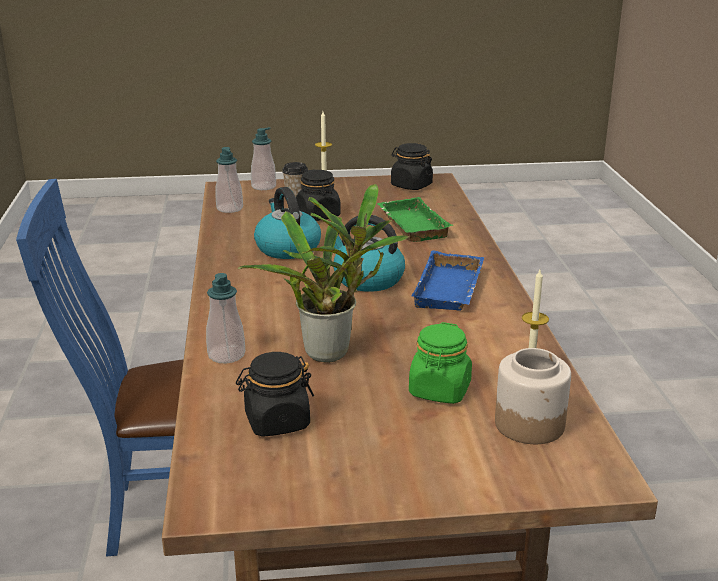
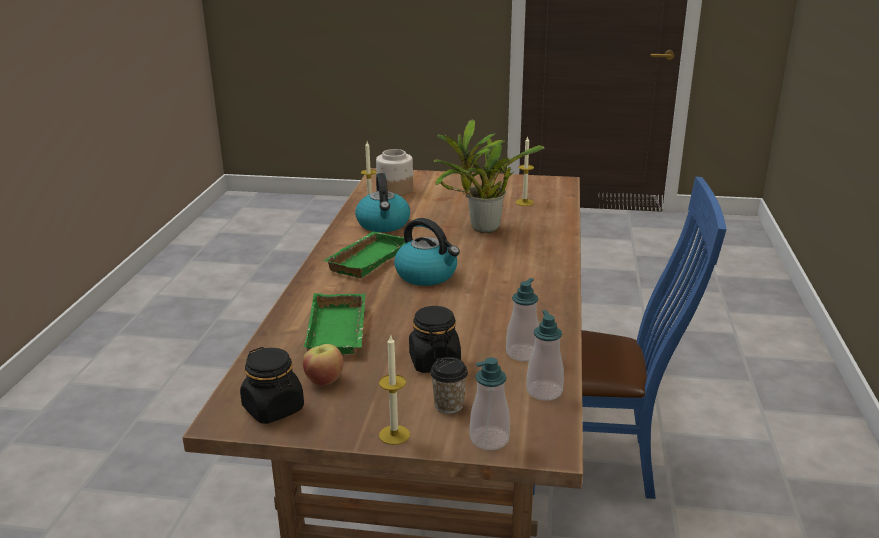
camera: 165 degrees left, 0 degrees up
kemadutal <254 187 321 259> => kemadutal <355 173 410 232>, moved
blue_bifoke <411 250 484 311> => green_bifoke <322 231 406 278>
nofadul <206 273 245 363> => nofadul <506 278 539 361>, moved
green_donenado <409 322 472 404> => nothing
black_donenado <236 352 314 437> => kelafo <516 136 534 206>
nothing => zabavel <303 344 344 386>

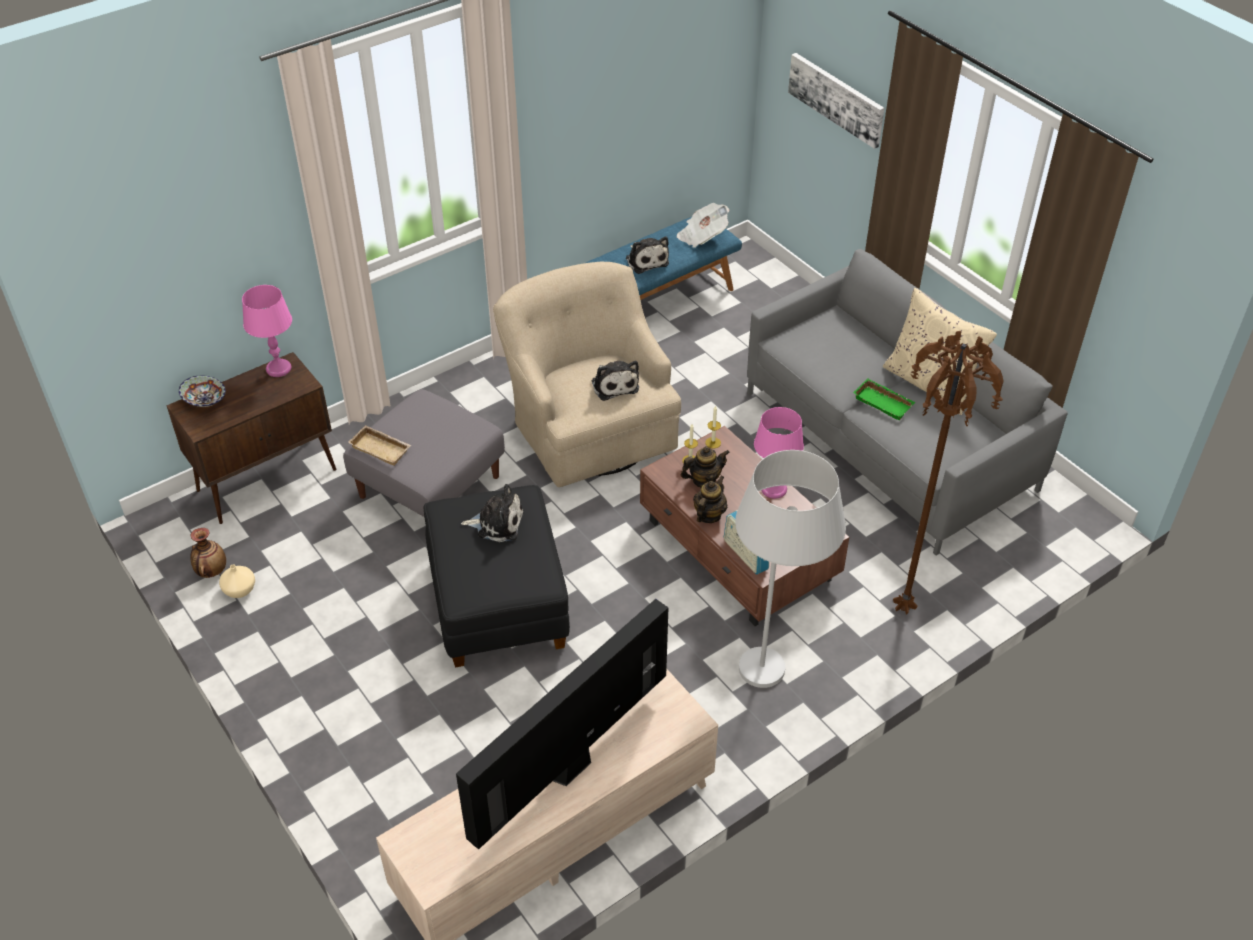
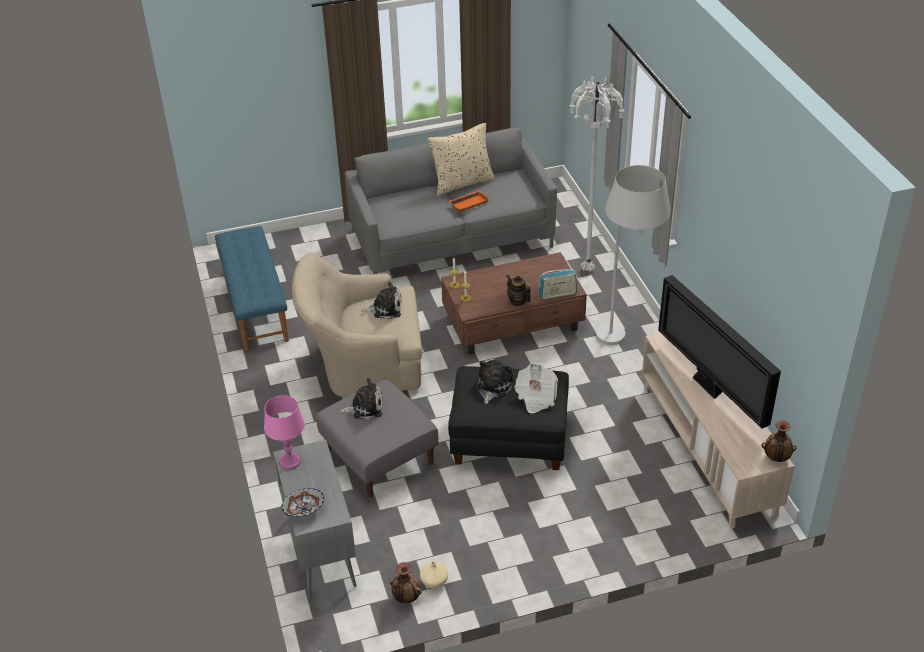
camera: 70 degrees left, 5 degrees down
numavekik <788 53 885 149> => nothing
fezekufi <677 203 730 248> => fezekufi <514 363 558 414>, moved
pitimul <626 236 669 274> => pitimul <340 378 383 419>, moved
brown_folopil <893 331 1004 615> => white_folopil <569 77 625 272>
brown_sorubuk <166 352 336 524> => grey_sorubuk <273 440 357 599>
green_bifoke <853 378 916 420> => orange_bifoke <449 190 489 212>
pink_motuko <754 407 804 499> => nothing
beige_bifoke <348 425 411 466> => nothing
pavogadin <681 446 730 488> => nothing
nothing => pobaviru <761 420 796 462>

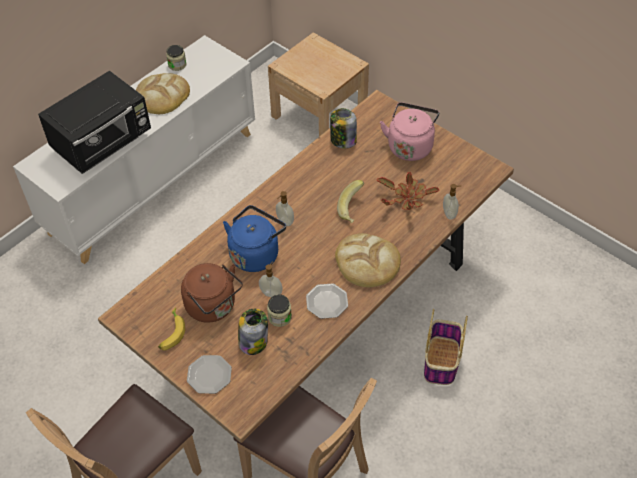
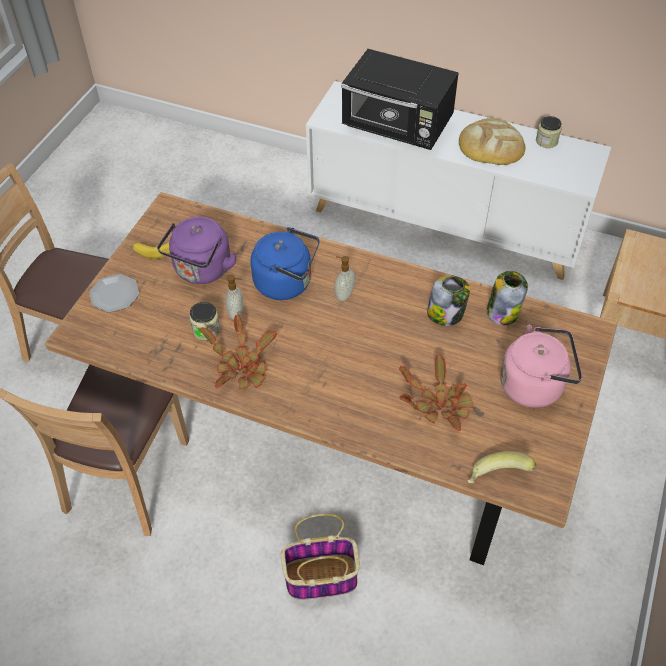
camera: 70 degrees right, 0 degrees up
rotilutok <337 180 364 223> => rotilutok <468 451 536 483>, moved
nofadul <443 184 462 220> => nothing
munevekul <335 233 401 288> => nothing
brown_kemadutal <181 263 243 323> => purple_kemadutal <157 217 237 284>
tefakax <306 284 348 319> => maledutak <200 314 278 389>
donenado <238 309 268 355> => donenado <427 275 470 326>, moved

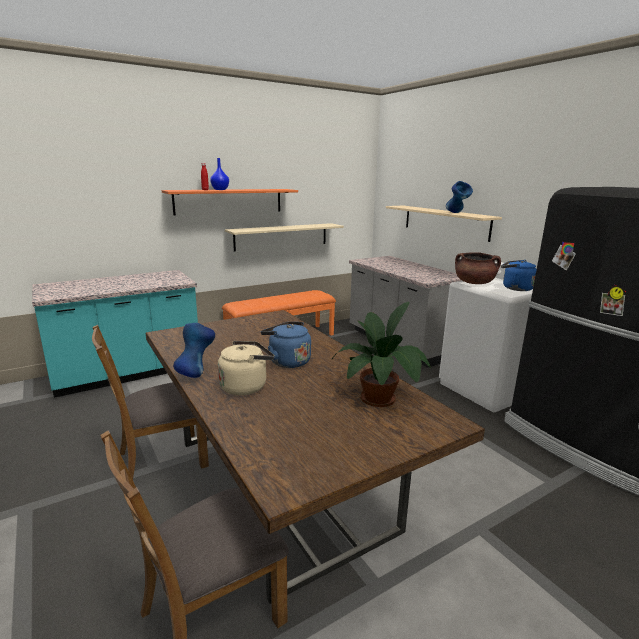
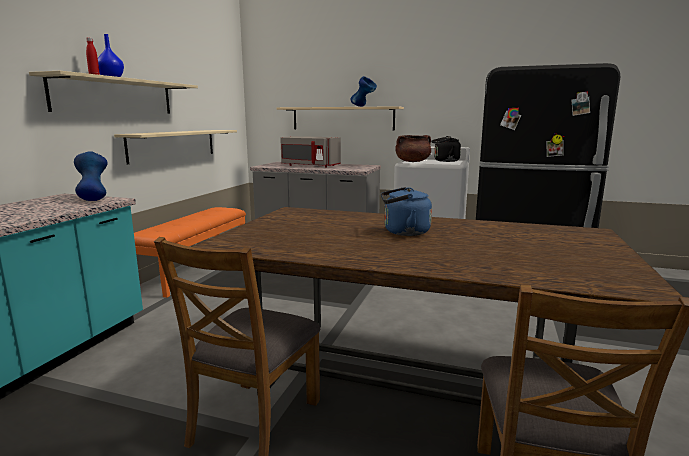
camera: 40 degrees left, 5 degrees down
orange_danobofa <162 189 298 216> => beige_danobofa <29 71 198 113>
blue_kemadutal <501 260 537 291> => black_kemadutal <431 136 461 162>
maledutak <332 302 431 407> => nothing
blue_pobaviru <173 323 215 378> => blue_pobaviru <74 151 108 201>, moved
beige_kemadutal <218 341 274 395> => nothing
nothing => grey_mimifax <280 136 341 168>

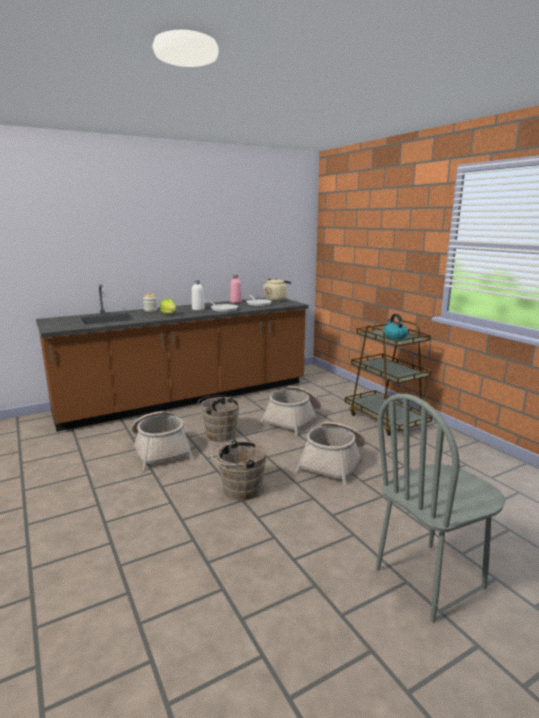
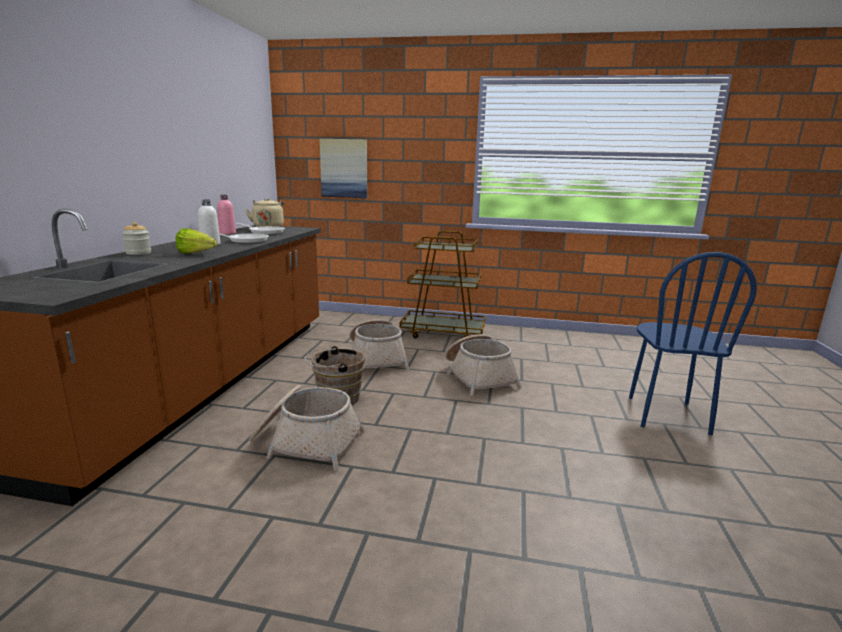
camera: 50 degrees left, 0 degrees up
kemadutal <383 314 408 339> => nothing
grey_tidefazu <376 394 505 623> => blue_tidefazu <629 252 757 435>
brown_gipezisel <211 440 267 500> => nothing
nothing => numavekik <320 139 367 198>

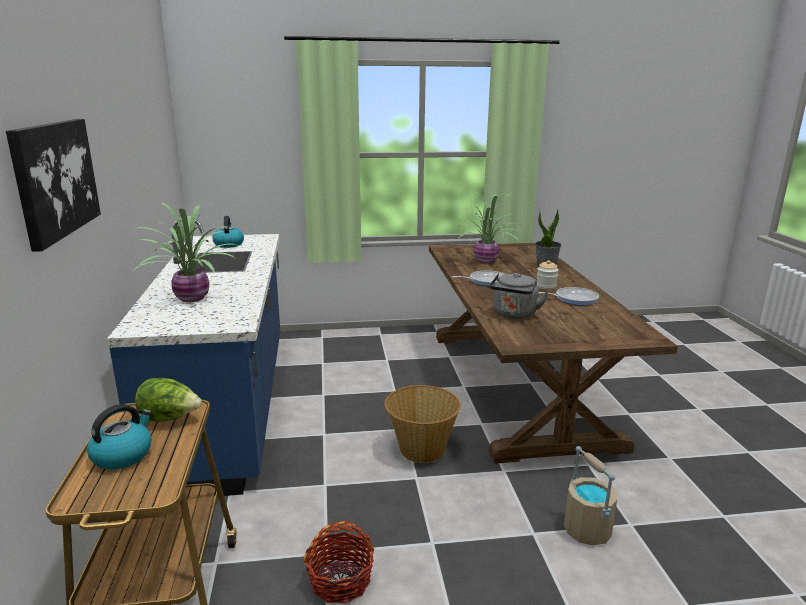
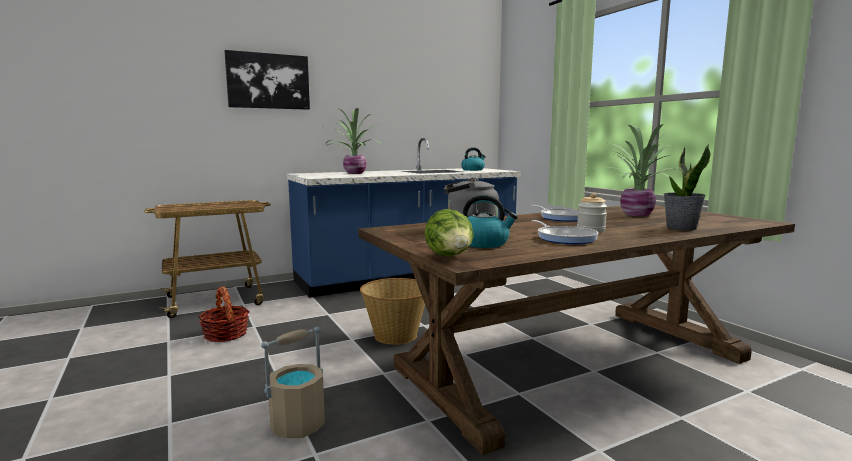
camera: 70 degrees right, 10 degrees down
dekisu <135 378 202 422> => dekisu <425 209 474 257>, moved
kemadutal <87 404 152 470> => kemadutal <463 195 518 248>, moved

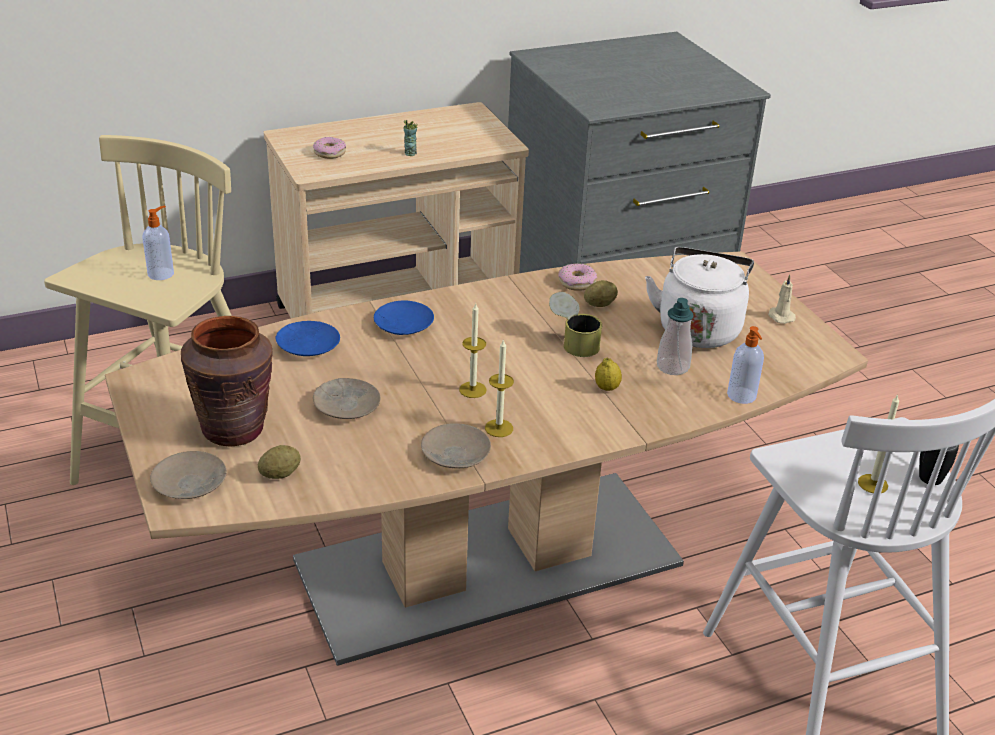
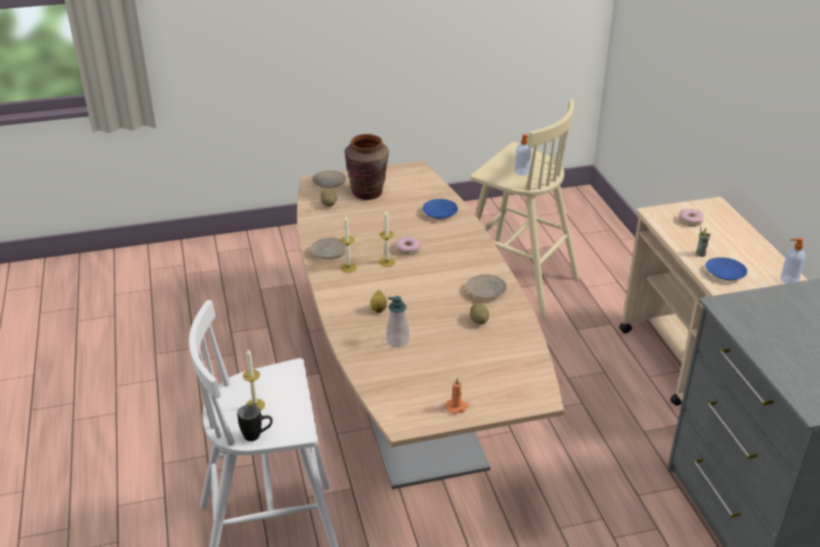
camera: 100 degrees right, 0 degrees up
white_kemadutal <645 247 754 348> => nothing
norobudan <558 263 597 291> => norobudan <395 236 421 255>, moved
beige_kelafo <768 275 796 324> => orange_kelafo <445 377 469 414>
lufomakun <549 292 602 357> => nothing
blue_tefakax <374 300 434 335> => blue_tefakax <706 257 747 280>, moved
nofadul <727 326 764 404> => nofadul <780 238 806 284>, moved
beige_tefakax <313 378 381 419> => beige_tefakax <466 274 507 299>, moved

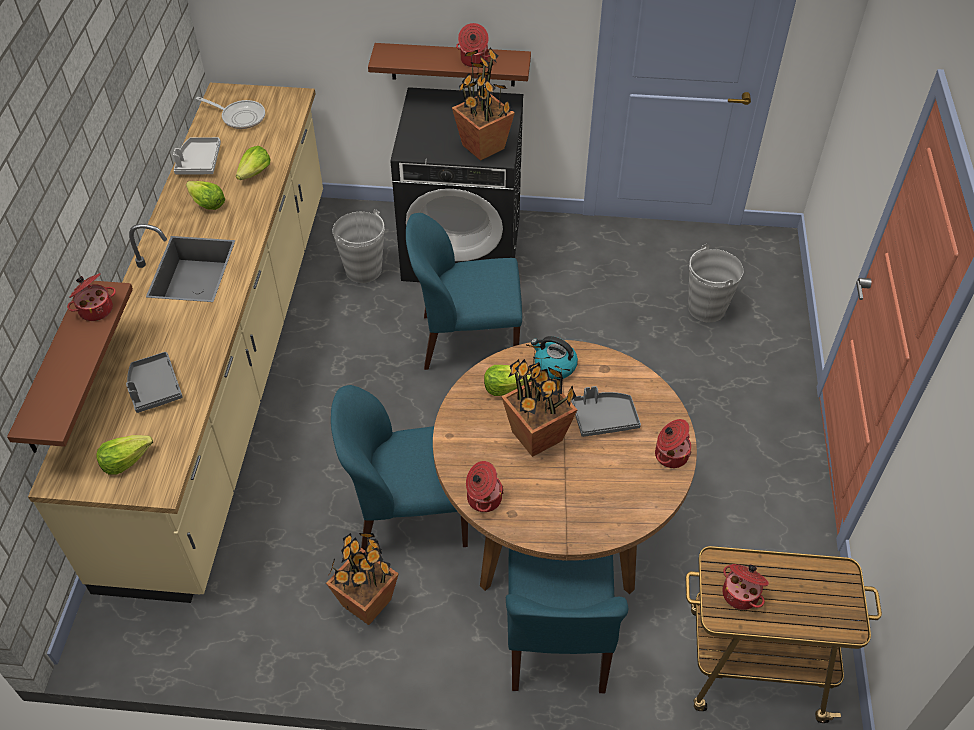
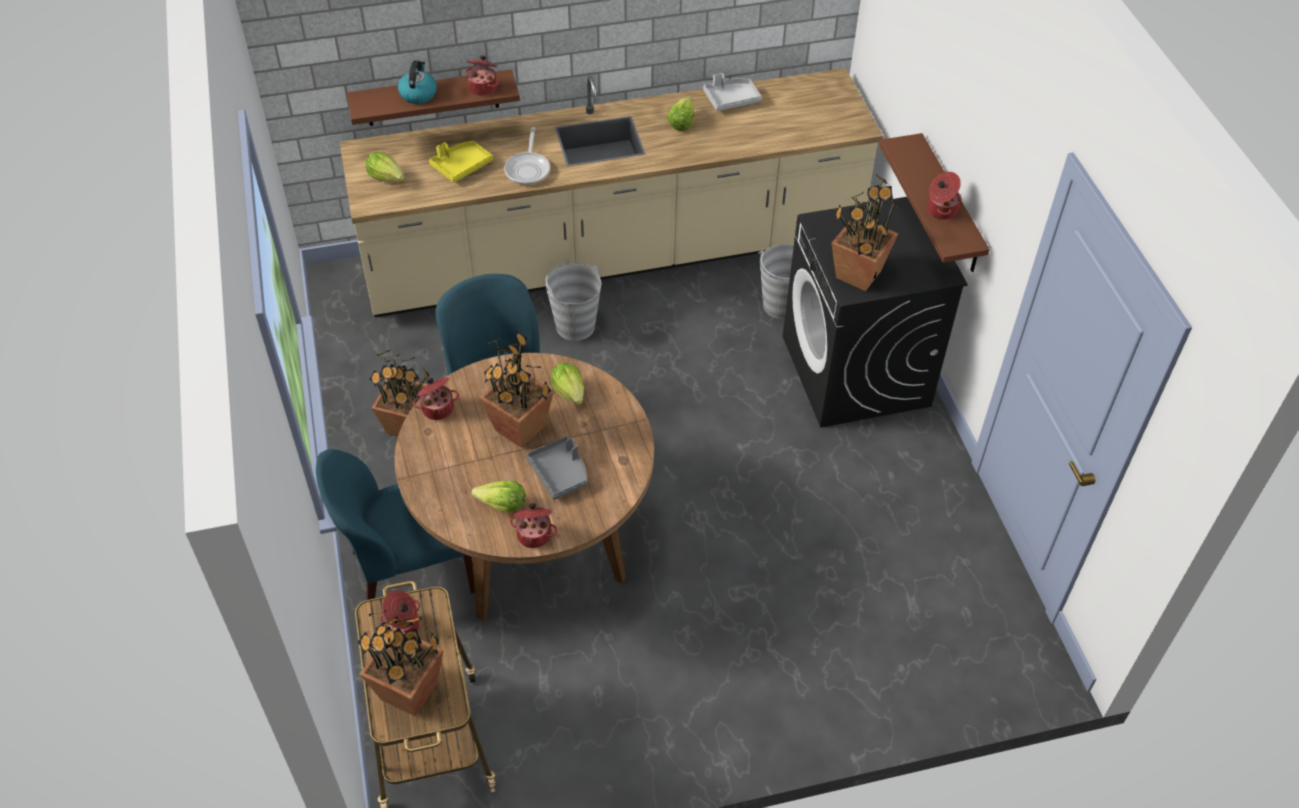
camera: 70 degrees right, 0 degrees up
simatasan <196 97 265 129> => simatasan <504 127 550 185>, moved
dekisu <236 146 270 180> => dekisu <471 481 526 512>, moved
blue_tidefazu <406 213 522 370> => nothing
grey_gipezisel <688 244 743 323> => grey_gipezisel <546 261 601 341>, moved
kemadutal <531 336 578 379> => kemadutal <398 60 437 104>, moved
grey_bifoke <126 352 183 413> => yellow_bifoke <429 141 493 183>
nothing => maledutak <358 610 444 717>

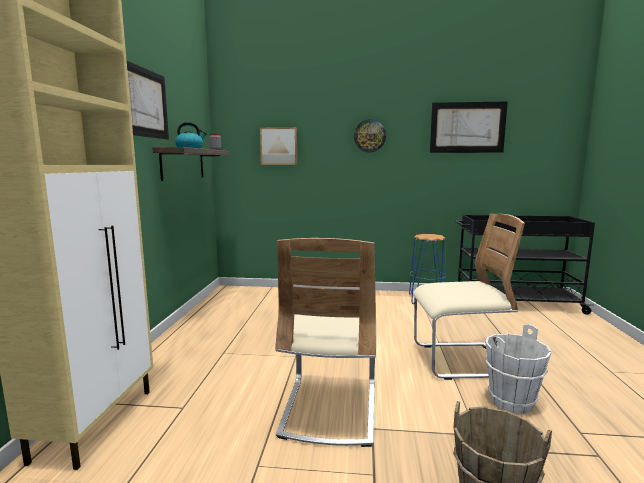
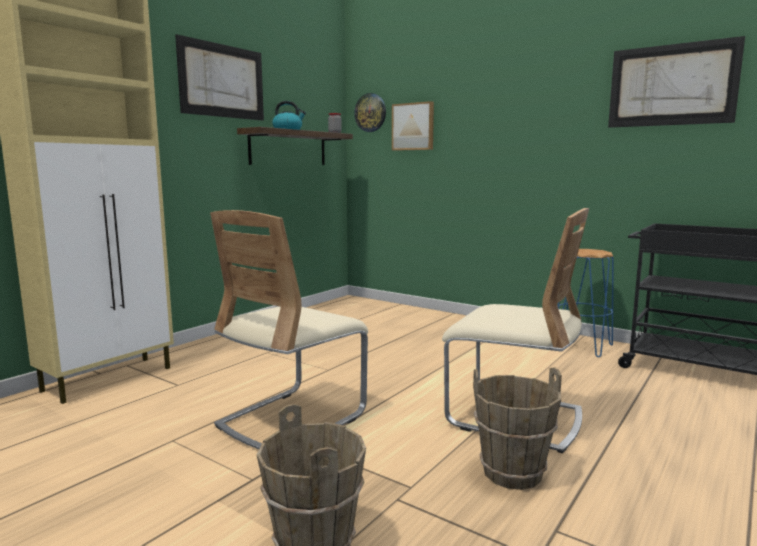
camera: 30 degrees right, 0 degrees up
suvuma <354 119 386 152> => suvuma <354 93 386 132>, moved
white_gipezisel <485 324 552 414> => brown_gipezisel <473 367 562 490>

